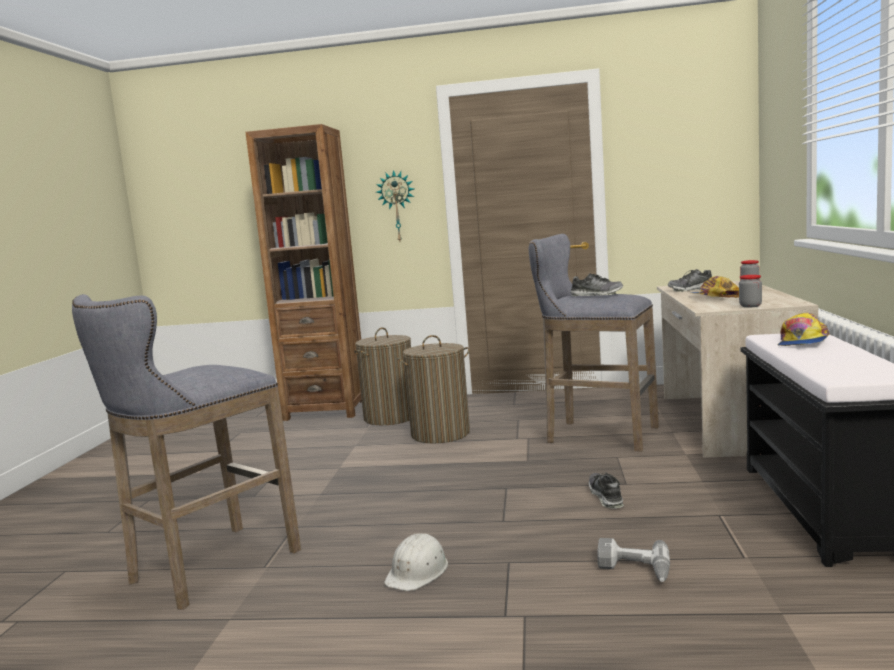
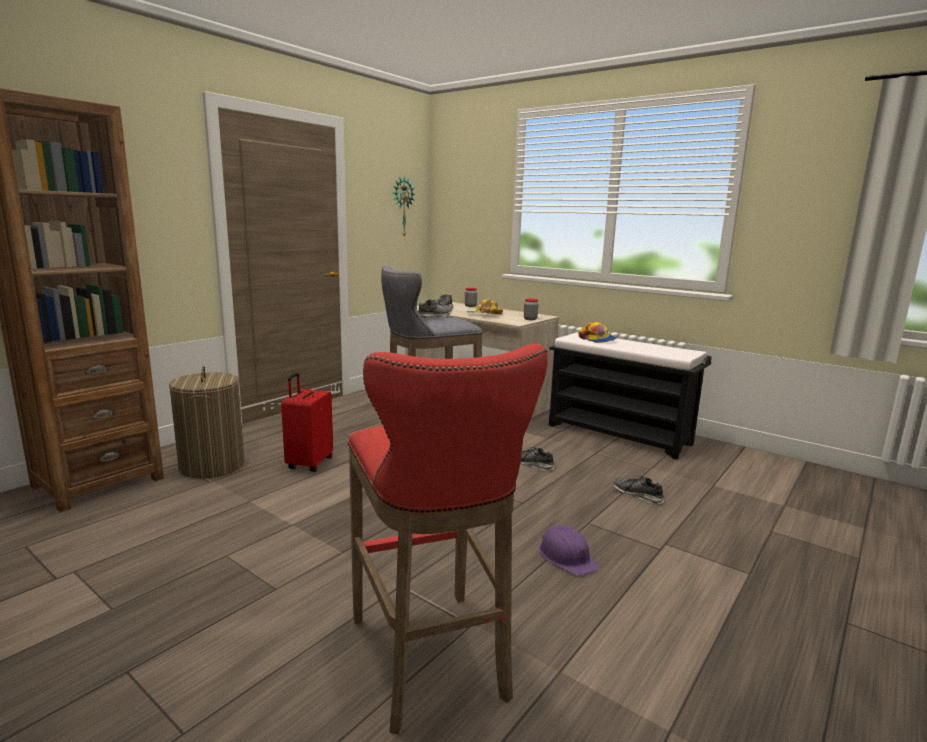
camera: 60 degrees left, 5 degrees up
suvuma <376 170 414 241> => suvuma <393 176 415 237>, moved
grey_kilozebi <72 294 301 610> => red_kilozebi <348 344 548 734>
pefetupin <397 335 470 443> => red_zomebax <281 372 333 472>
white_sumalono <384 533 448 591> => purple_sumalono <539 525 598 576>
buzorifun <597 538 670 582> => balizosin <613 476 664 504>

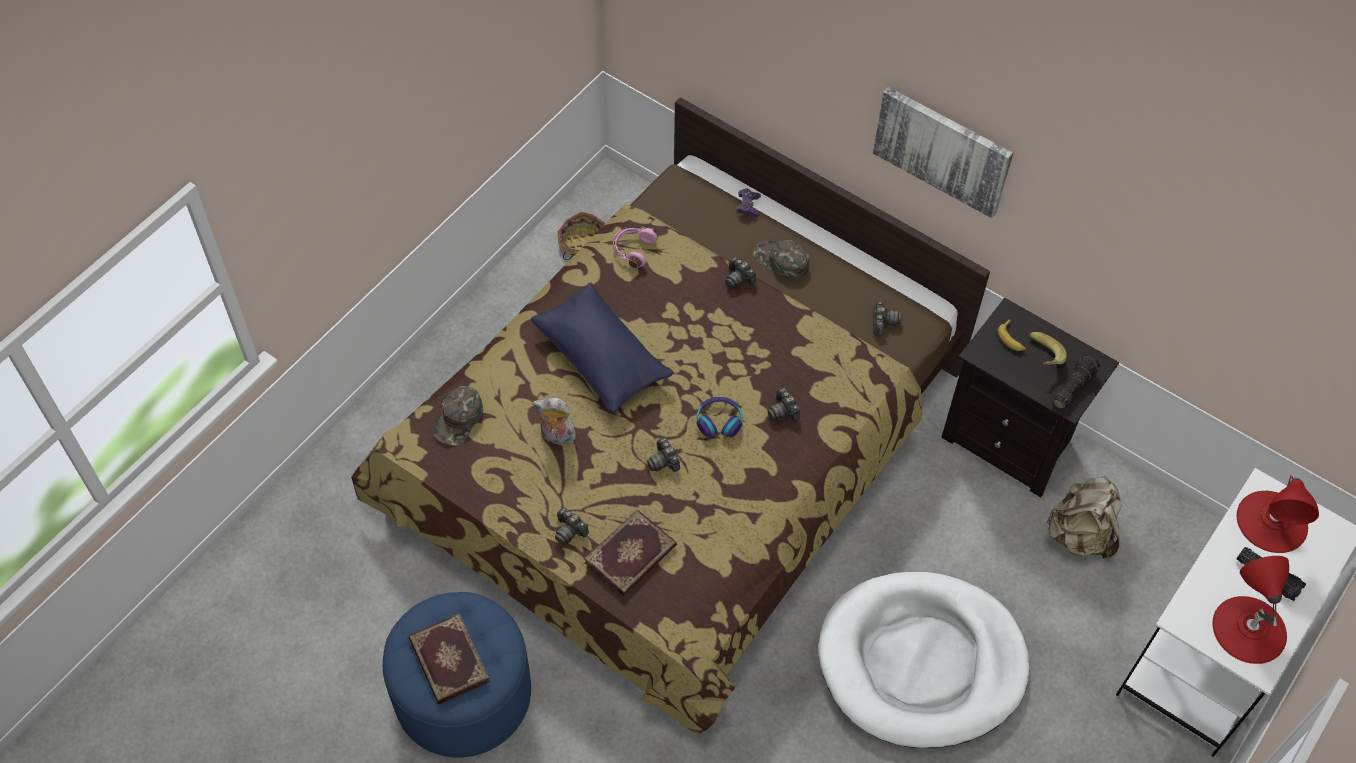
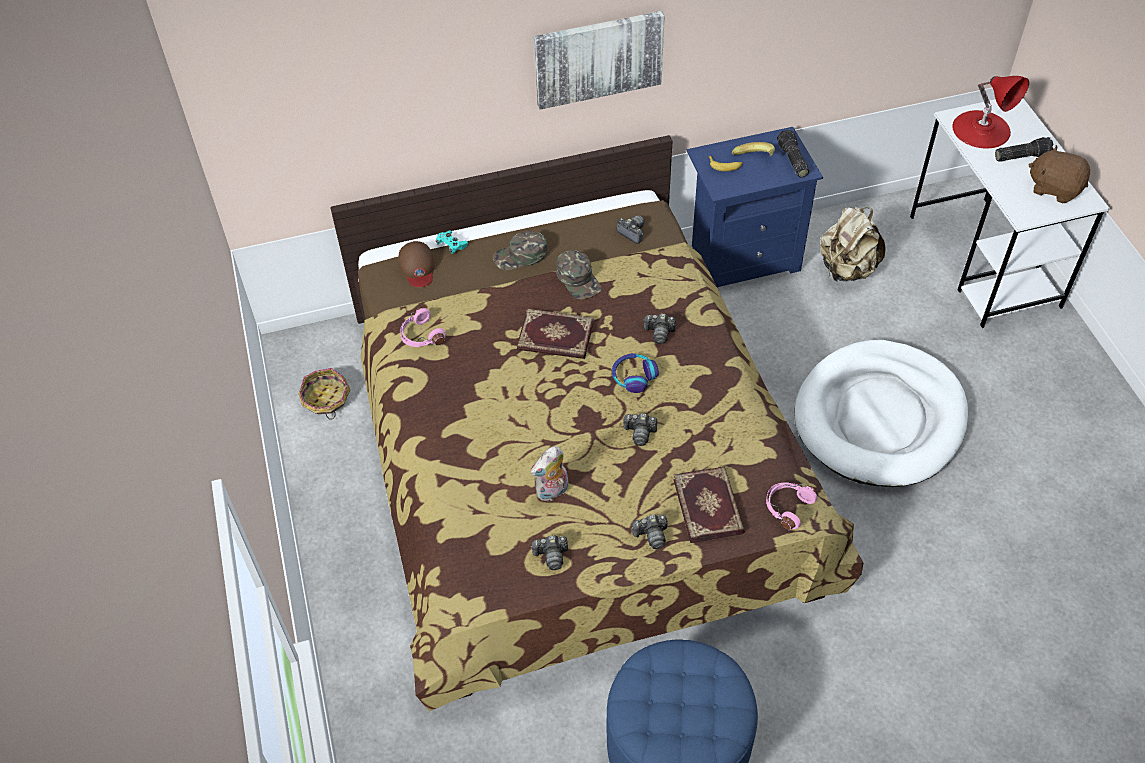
camera: 50 degrees left, 5 degrees down
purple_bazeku <737 188 761 217> => turquoise_bazeku <436 231 468 254>
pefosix <726 256 756 289> => pefosix <531 535 568 570>, moved
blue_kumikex <531 283 673 414> => nothing
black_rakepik <941 298 1119 498> => blue_rakepik <687 127 823 288>
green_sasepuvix <434 386 483 446> => green_sasepuvix <556 250 601 300>, moved
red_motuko <1212 556 1289 664> => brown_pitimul <1028 145 1090 204>
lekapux <409 613 490 704> => lekapux <517 309 594 359>, moved
nothing => brown_sasepuvix <399 241 435 287>
nothing => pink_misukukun <766 483 817 530>

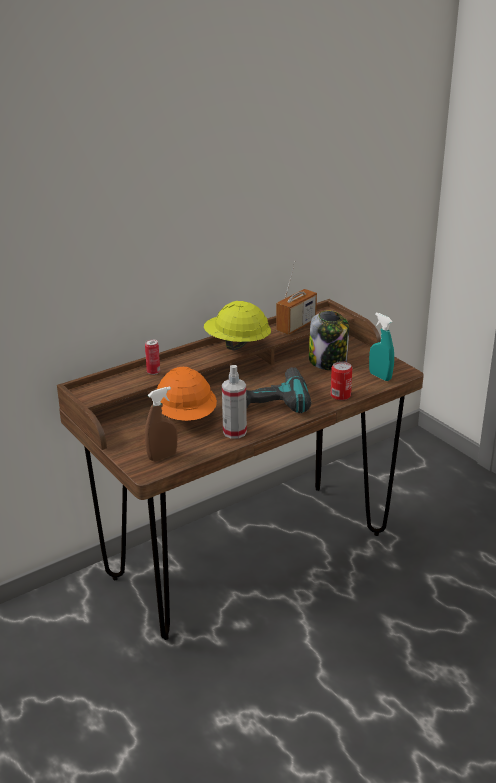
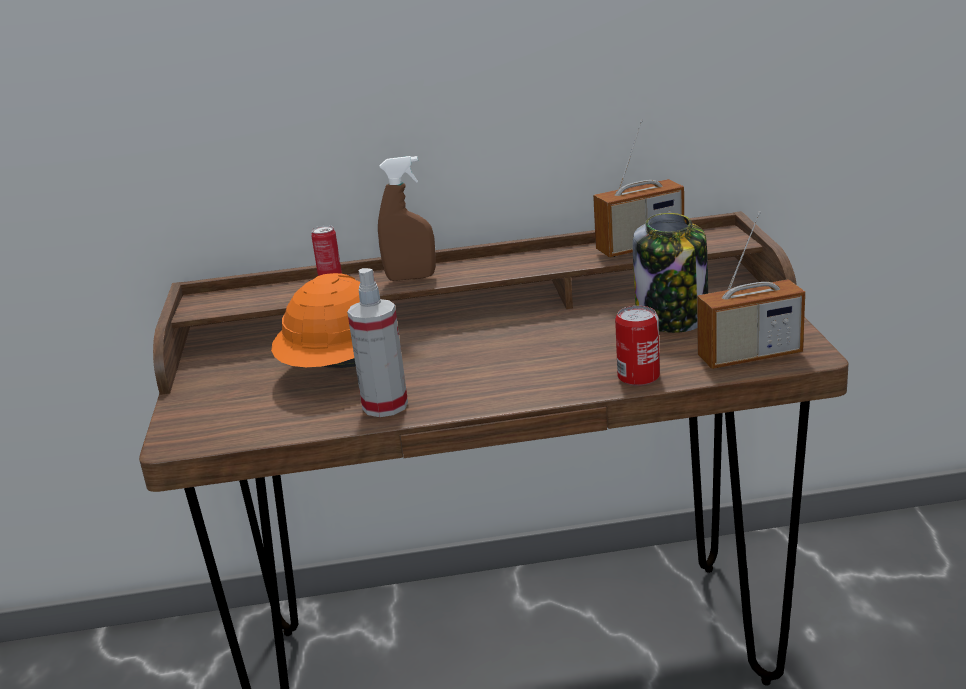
camera: 30 degrees right, 5 degrees down
yellow_sumalono <204 301 271 351> => nothing
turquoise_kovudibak <369 312 394 381> => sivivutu <697 211 805 369>
buzorifun <246 367 311 413> => nothing
brown_kovudibak <145 386 178 461> => brown_kovudibak <378 156 436 281>, moved

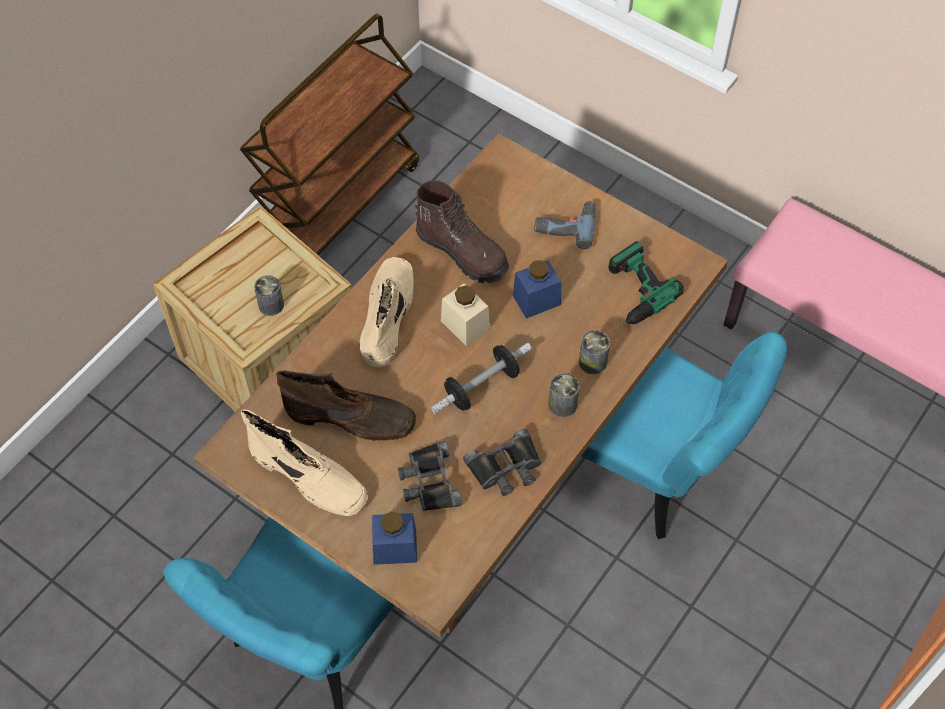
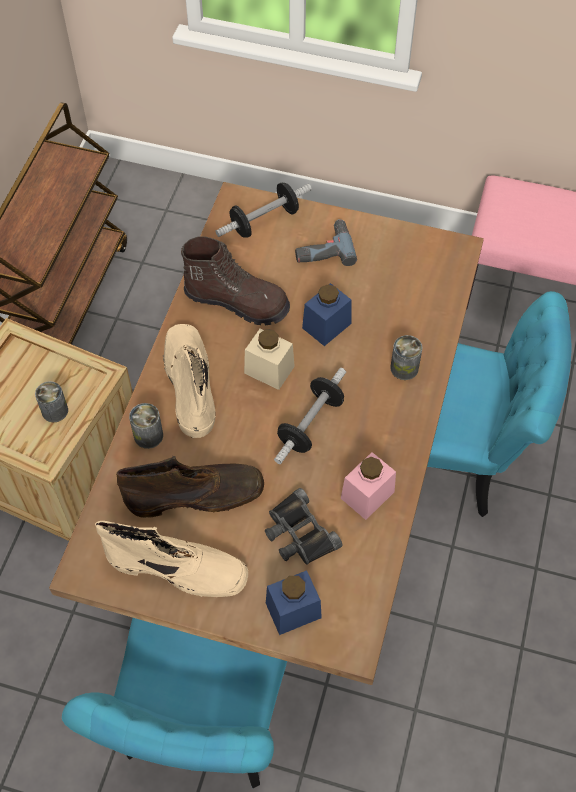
camera: 20 degrees left, 0 degrees up
buzorifun <609 241 684 331> => nothing
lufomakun <548 373 580 418> => lufomakun <129 403 163 449>, moved
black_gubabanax <463 429 541 496> => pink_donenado <341 452 396 520>
nothing => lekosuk <215 183 312 238>

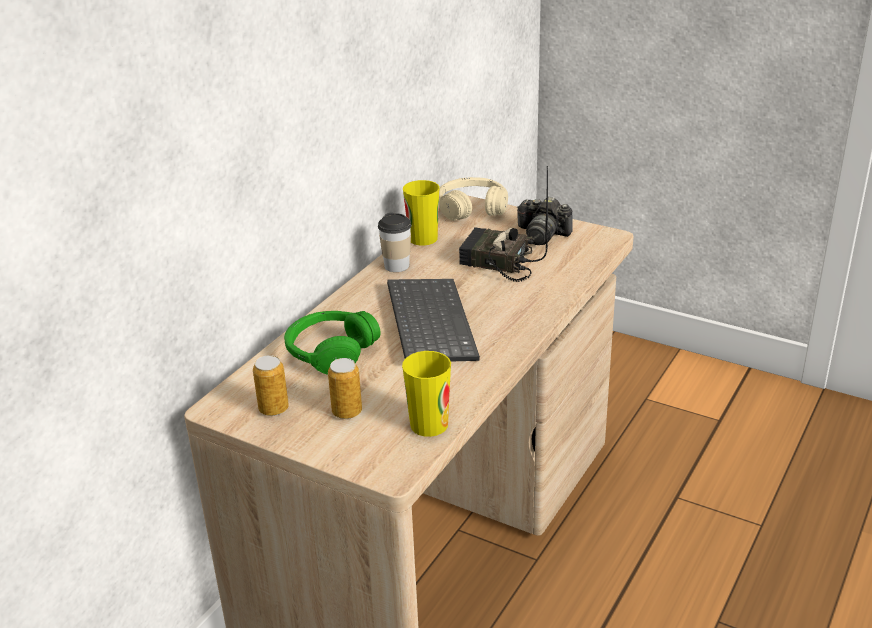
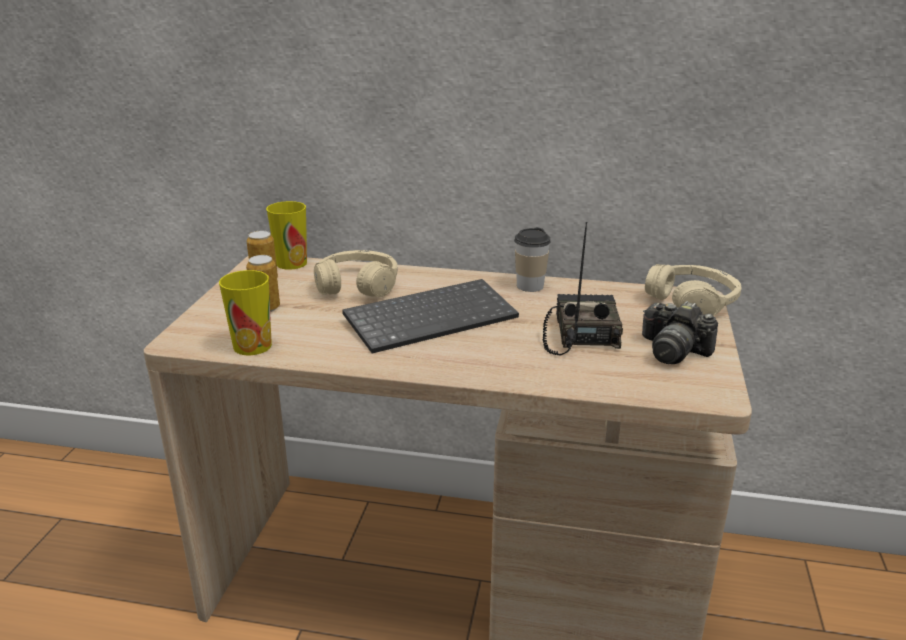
camera: 70 degrees right, 5 degrees down
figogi <403 180 440 246> => figogi <266 201 307 270>, moved
pefosix <517 196 572 245> => pefosix <642 301 718 364>, 60 degrees counterclockwise
green_misukukun <284 311 381 375> => beige_misukukun <314 250 398 297>

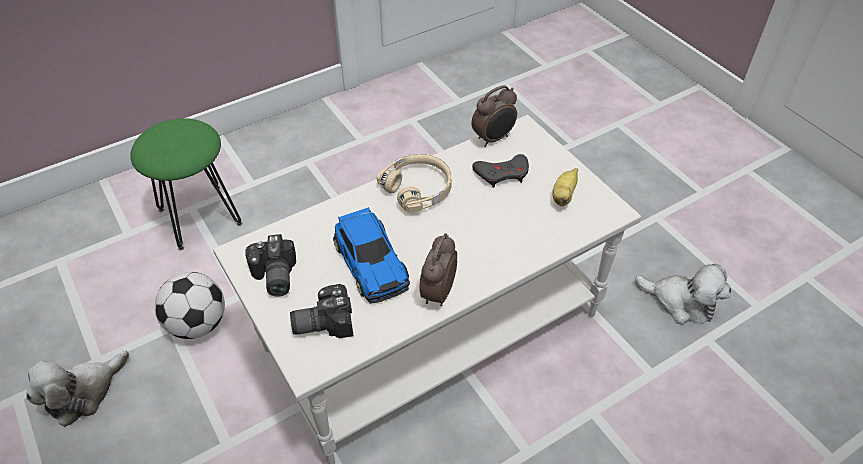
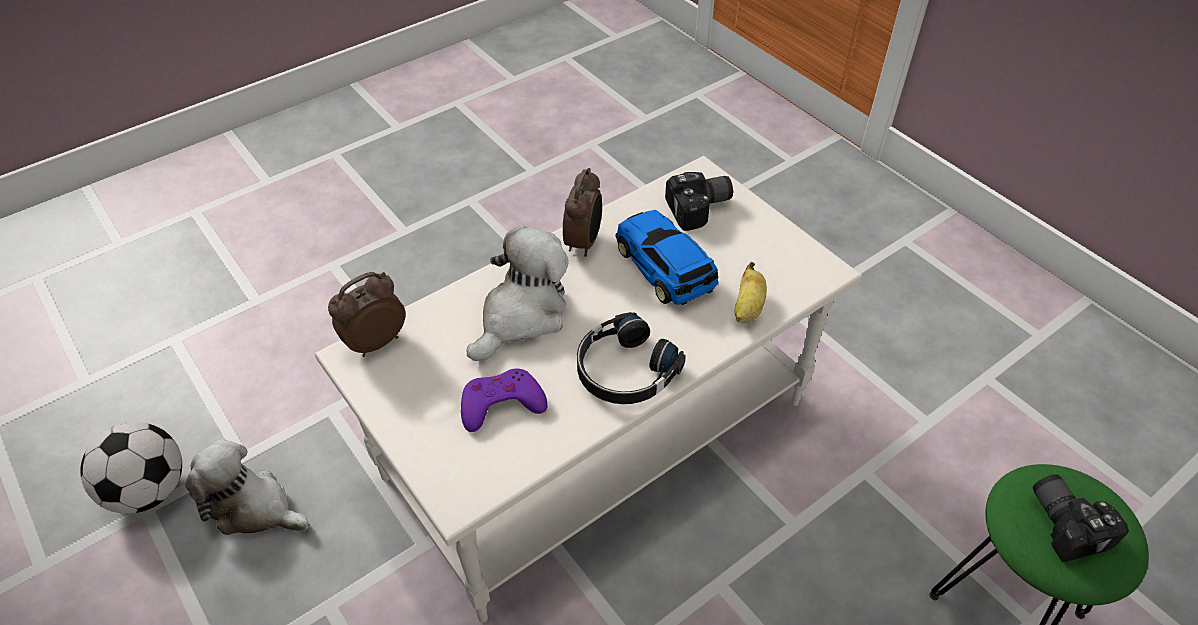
camera: 175 degrees right, 0 degrees up
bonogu <471 85 517 147> => bonogu <328 272 406 357>, moved
beige_misukukun <377 154 452 213> => black_misukukun <577 312 686 404>
grey_bazeku <472 154 529 187> => purple_bazeku <461 369 548 432>
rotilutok <553 168 578 206> => rotilutok <735 262 767 323>, moved
pefosix <245 234 296 297> => pefosix <1033 474 1129 562>, moved
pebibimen <155 272 225 339> => pebibimen <81 422 182 514>, moved
pitimul <26 351 129 427> => pitimul <467 226 569 361>, moved

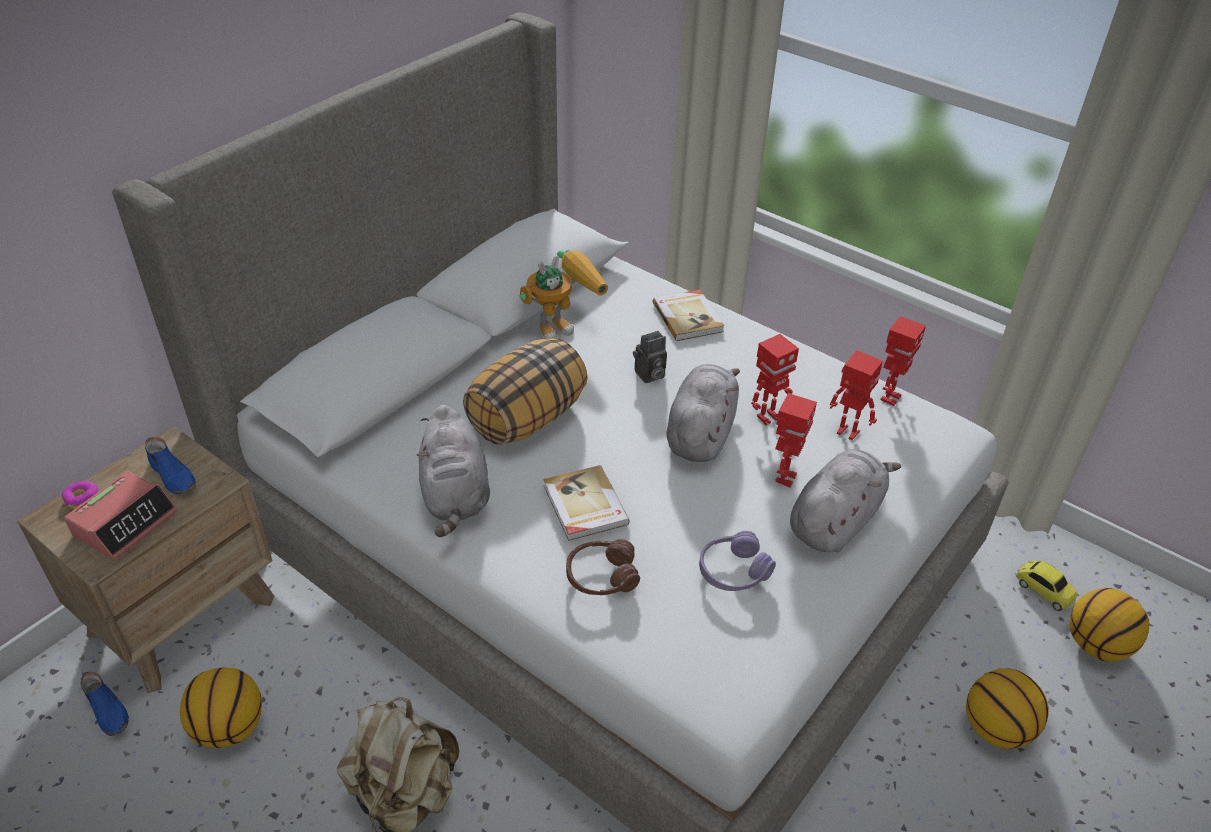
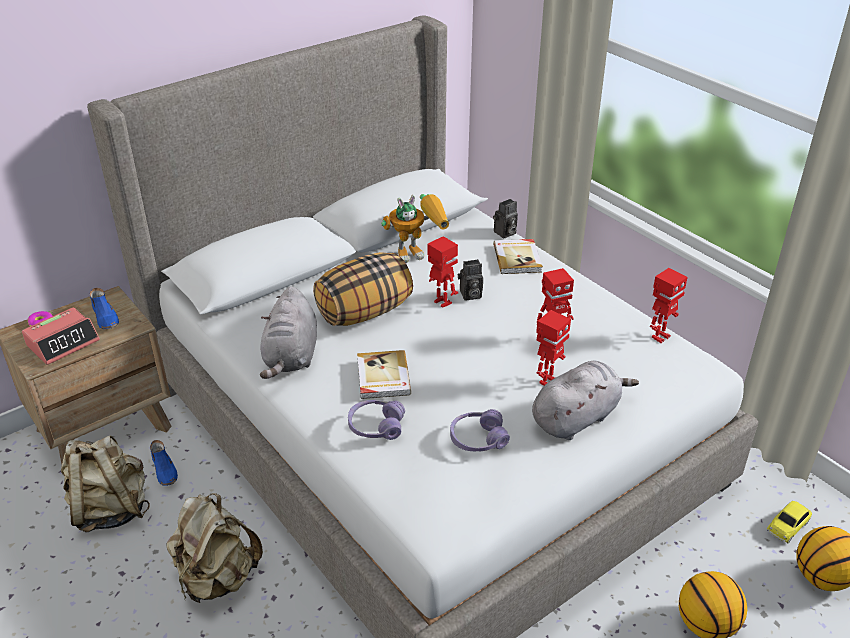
camera: 15 degrees right, 5 degrees down
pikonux <830 350 883 440> => pikonux <427 236 458 308>, moved
grey_pitimul <666 364 740 462> => nothing
brown_misukukun <566 539 640 595> => purple_misukukun <348 400 405 440>
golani <1016 561 1079 611> => golani <767 501 812 543>, 75 degrees clockwise
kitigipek <180 667 262 748> => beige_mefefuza <61 435 150 532>
blue_balizosin <80 672 129 736> => blue_balizosin <150 440 178 486>, moved
nothing => pefosix <493 199 518 238>

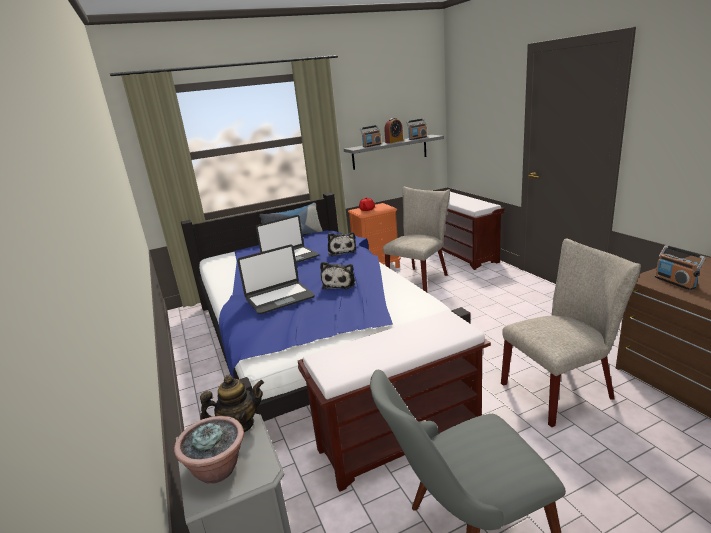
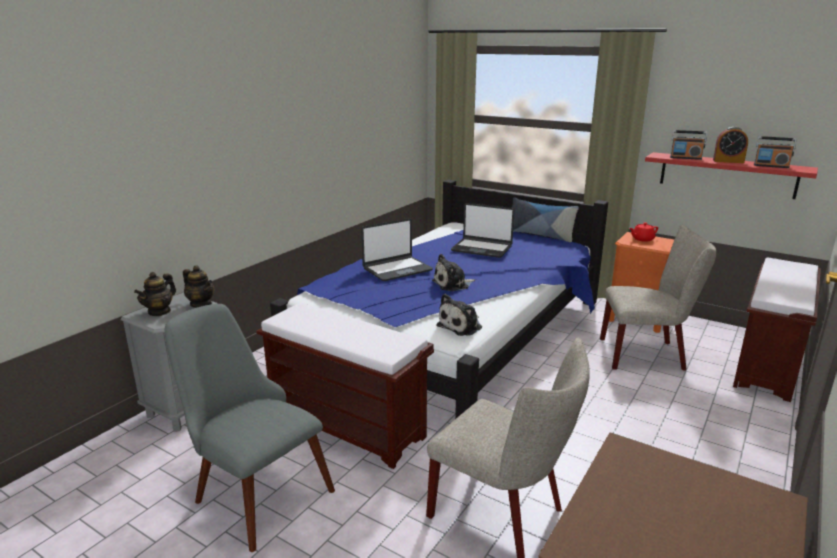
camera: 55 degrees right, 0 degrees up
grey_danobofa <344 135 444 170> => red_danobofa <645 152 818 199>
pitimul <328 232 357 257> => pitimul <436 294 482 336>, moved
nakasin <237 244 315 314> => nakasin <361 218 433 281>, 60 degrees counterclockwise
sivivutu <655 245 706 290> => nothing
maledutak <174 416 244 484> => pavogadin <134 272 176 316>

